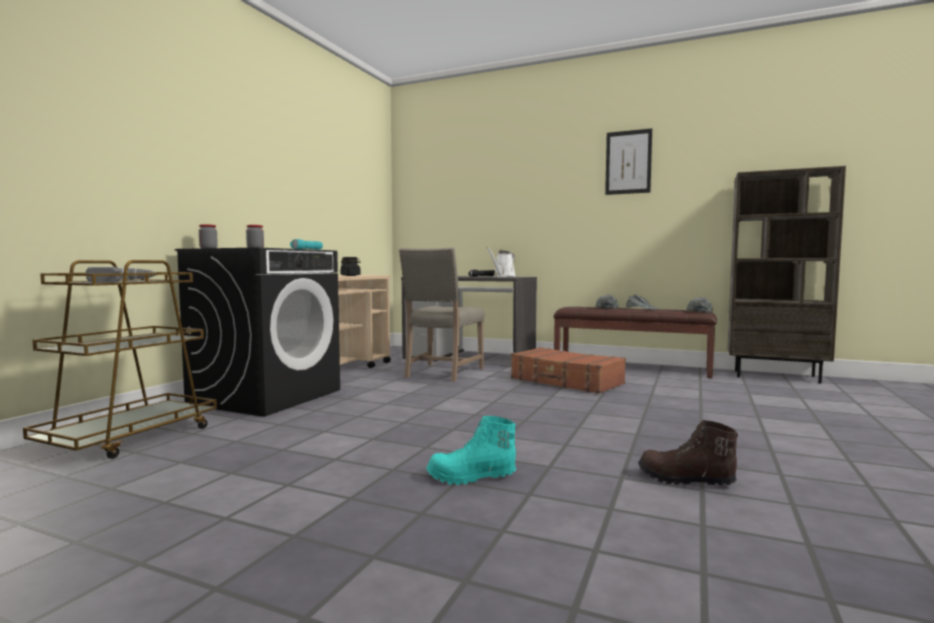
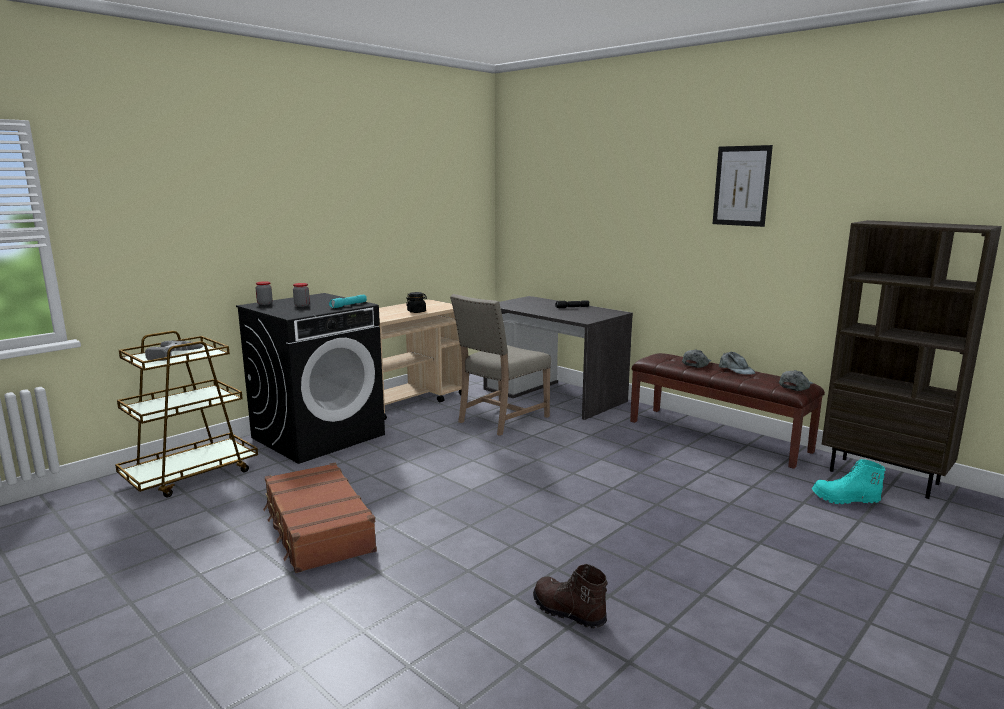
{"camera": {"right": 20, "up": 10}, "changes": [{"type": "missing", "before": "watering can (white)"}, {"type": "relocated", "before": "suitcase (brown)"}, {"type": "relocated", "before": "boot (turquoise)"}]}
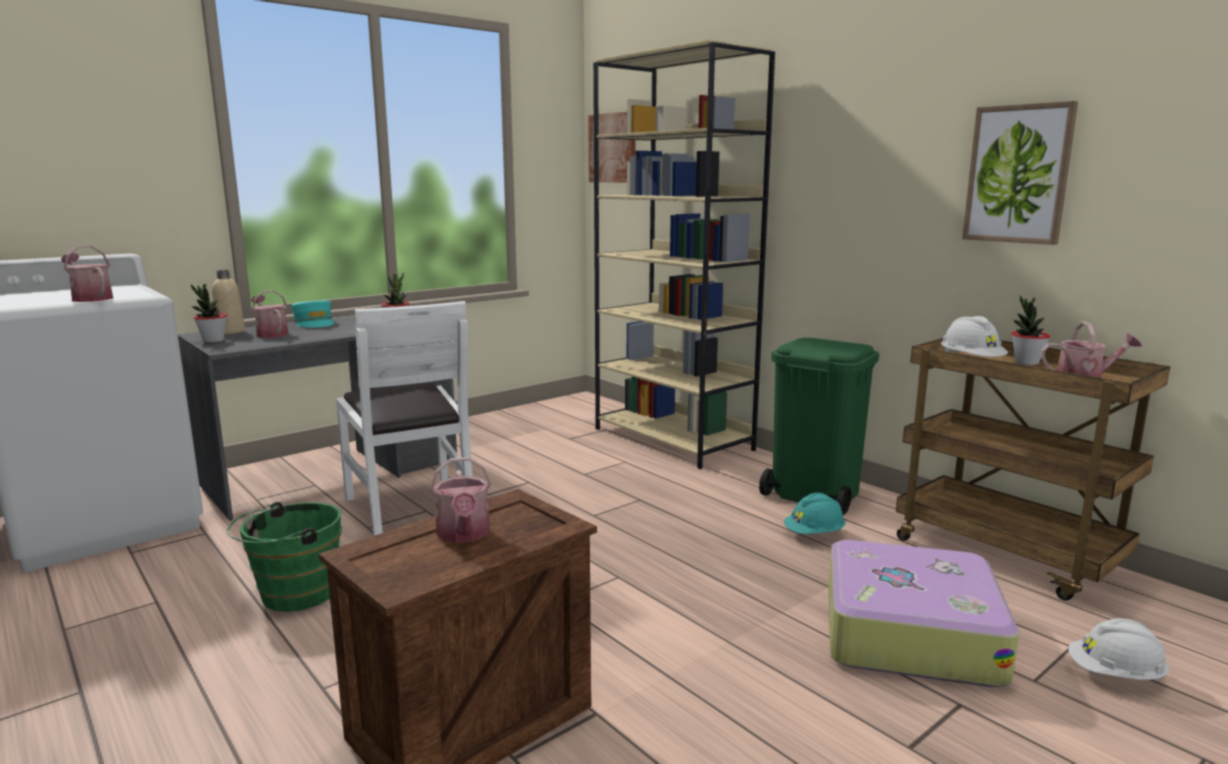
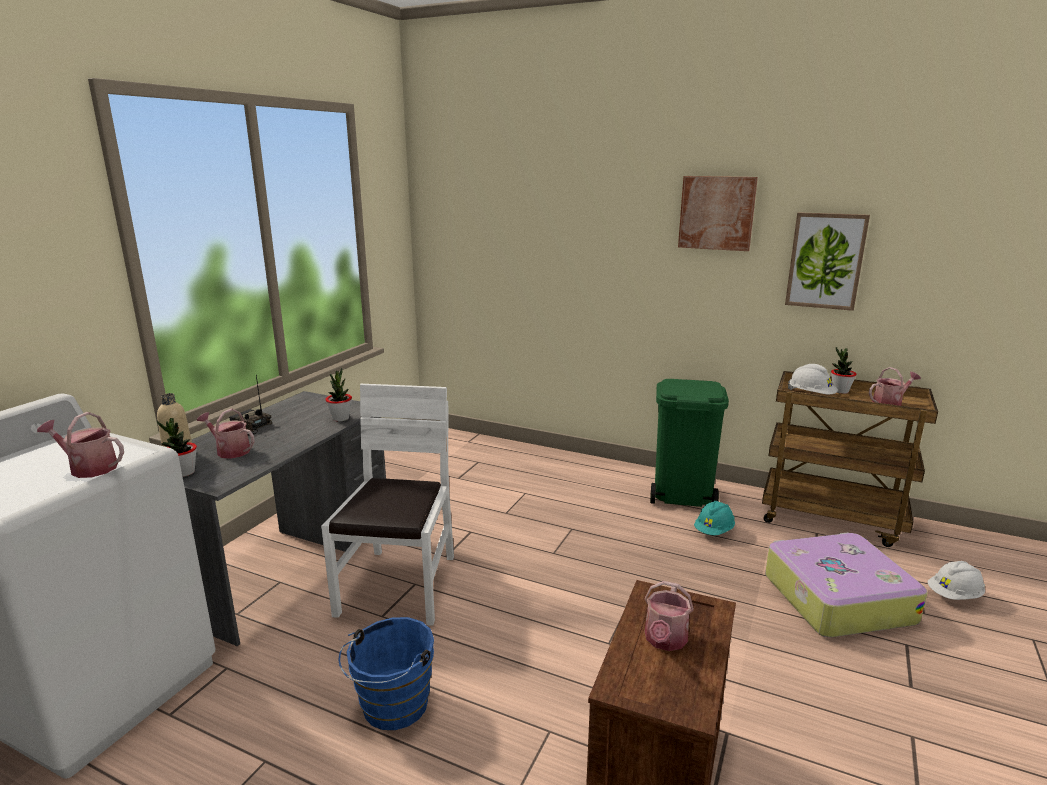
{"camera": {"right": -25, "up": 5}, "changes": [{"type": "missing", "before": "bookcase (beige)"}, {"type": "relocated", "before": "picture (no. 1 from left)"}, {"type": "exchanged", "before": "cap (turquoise)", "after": "radio"}, {"type": "spun", "before": "chair (white)", "turn": -120}, {"type": "spun", "before": "watering can (no. 3 from left)", "turn": 60}, {"type": "colour", "before": "bucket (green)", "after": "bucket (blue)"}]}
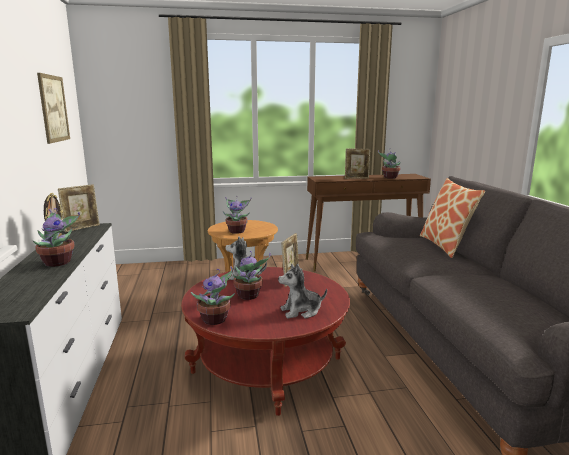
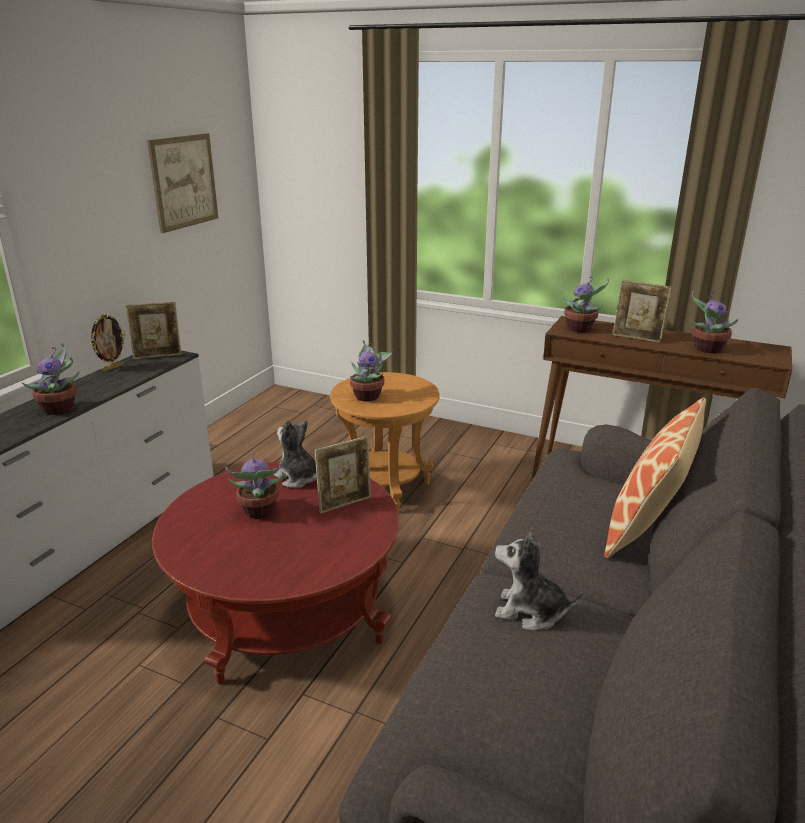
{"camera": {"right": 35, "up": 10}, "changes": [{"type": "relocated", "before": "plush toy (no. 2 from left)"}, {"type": "relocated", "before": "potted plant (no. 2 from left in the first image)", "after": "potted plant (no. 4 from left)"}]}
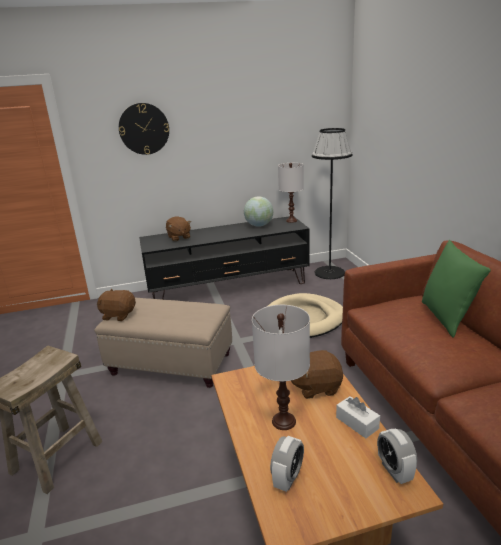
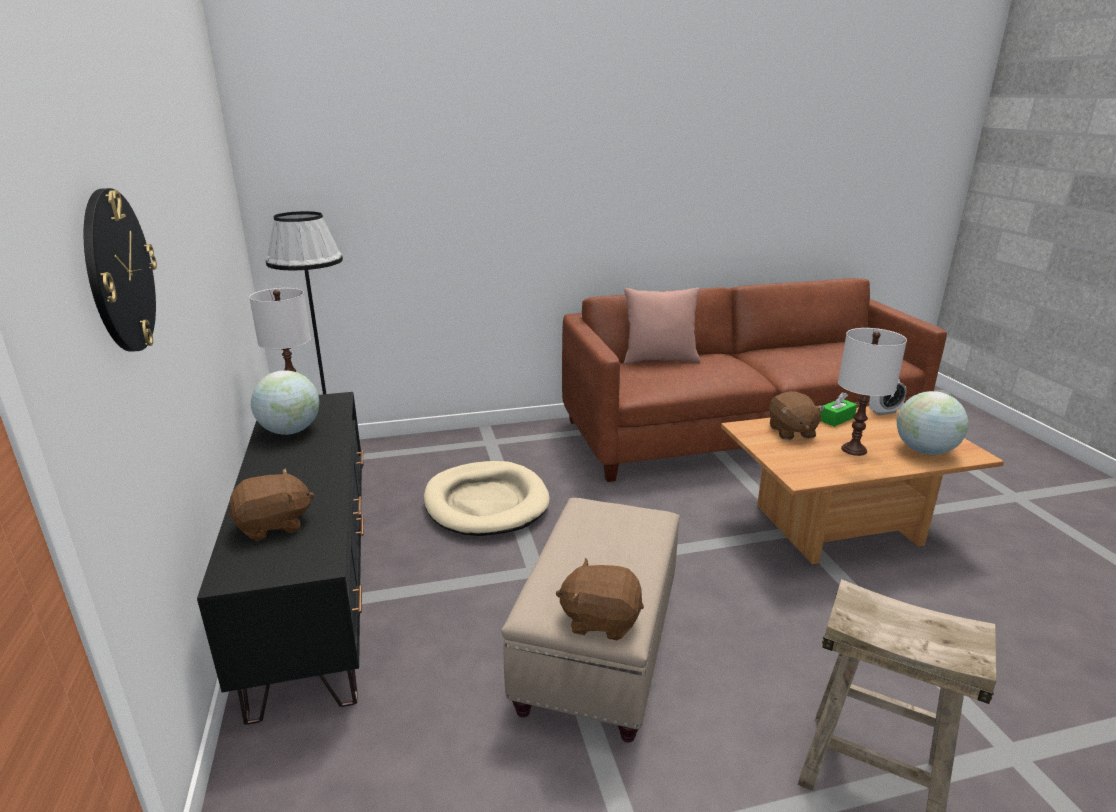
{"camera": {"right": -90, "up": 0}, "changes": [{"type": "colour", "before": "pillow (green)", "after": "pillow (pink)"}, {"type": "spun", "before": "plush toy (brown) (no. 1 from left in the first image)", "turn": 90}, {"type": "colour", "before": "tissue box (white)", "after": "tissue box (green)"}, {"type": "exchanged", "before": "alarm clock (no. 1 from left)", "after": "globe (no. 2 from left)"}]}
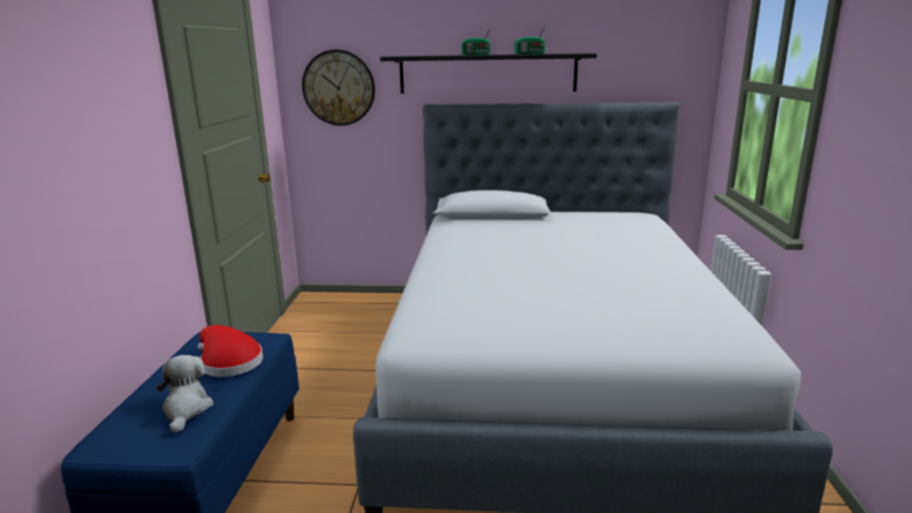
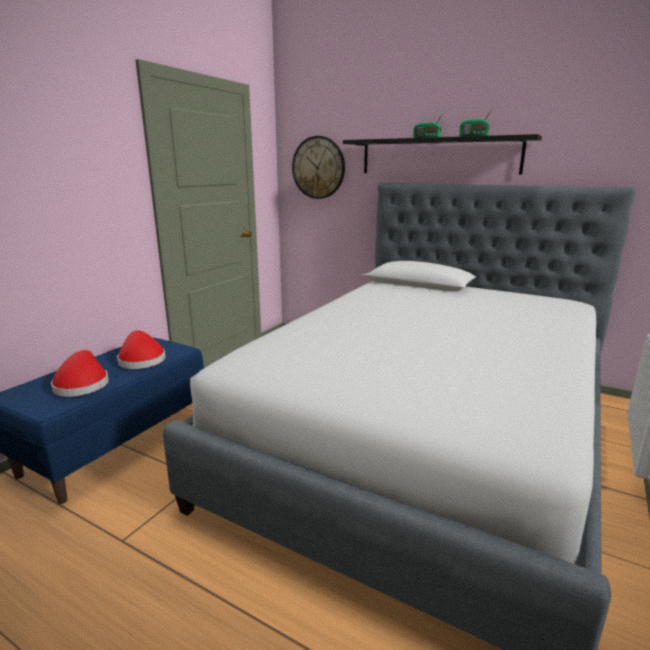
{"camera": {"right": 25, "up": 0}, "changes": [{"type": "exchanged", "before": "plush toy", "after": "hat (red) (no. 1 from left)"}]}
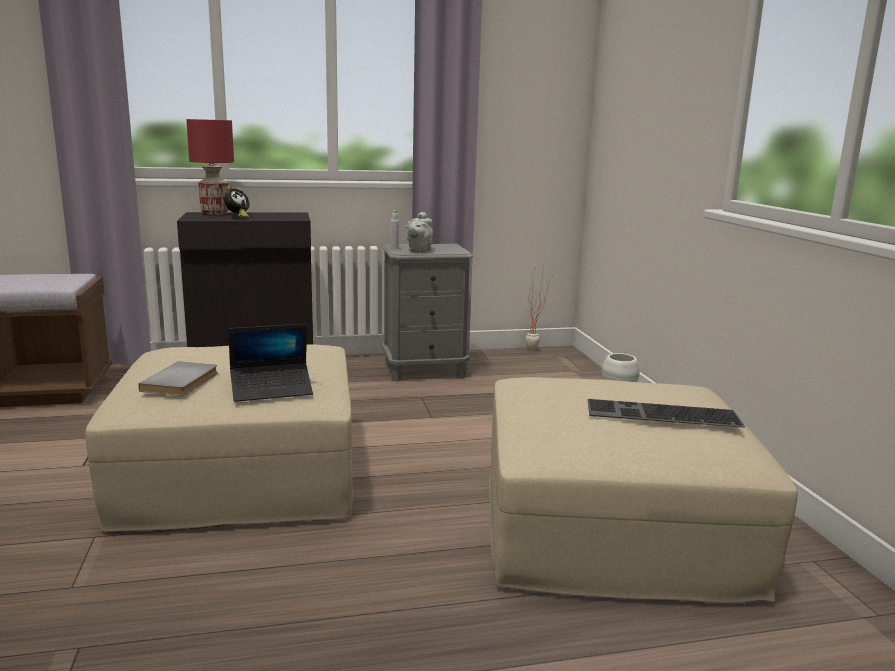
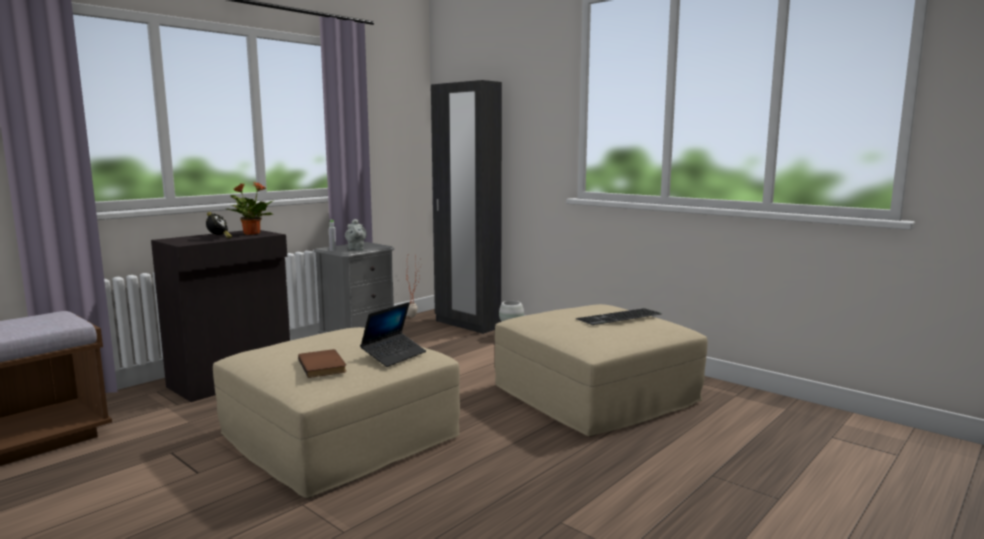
{"camera": {"right": -35, "up": -5}, "changes": [{"type": "missing", "before": "table lamp (red)"}, {"type": "colour", "before": "book (grey)", "after": "book (brown)"}, {"type": "appeared", "after": "wardrobe (black)"}, {"type": "appeared", "after": "potted plant (no. 1 from left)"}]}
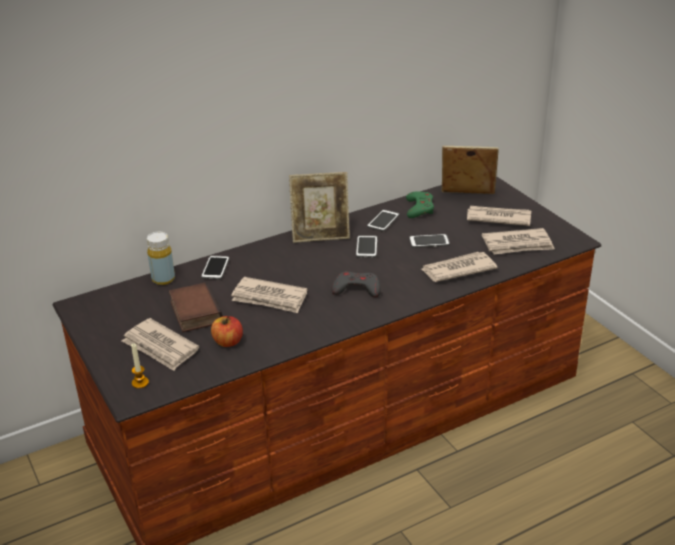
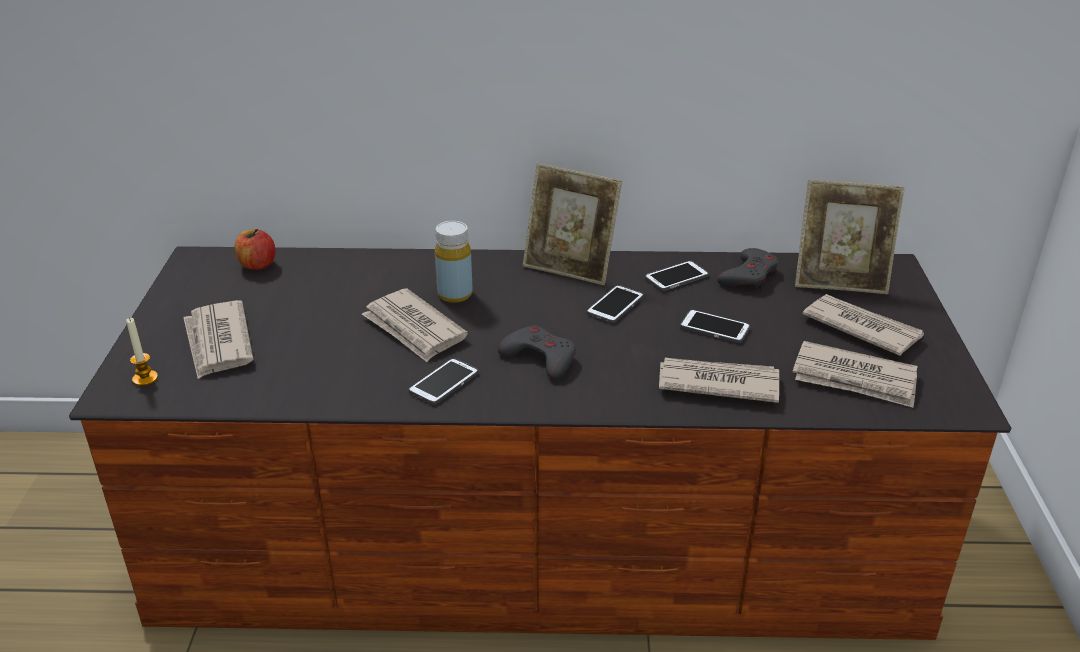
{"camera": {"right": 30, "up": 0}, "changes": [{"type": "spun", "before": "picture frame (no. 2 from left)", "turn": 150}, {"type": "colour", "before": "game controller (green)", "after": "game controller (grey) (no. 2 from left)"}, {"type": "relocated", "before": "bottle (yellow)"}, {"type": "relocated", "before": "phone (no. 1 from left)"}, {"type": "missing", "before": "book"}, {"type": "relocated", "before": "apple"}]}
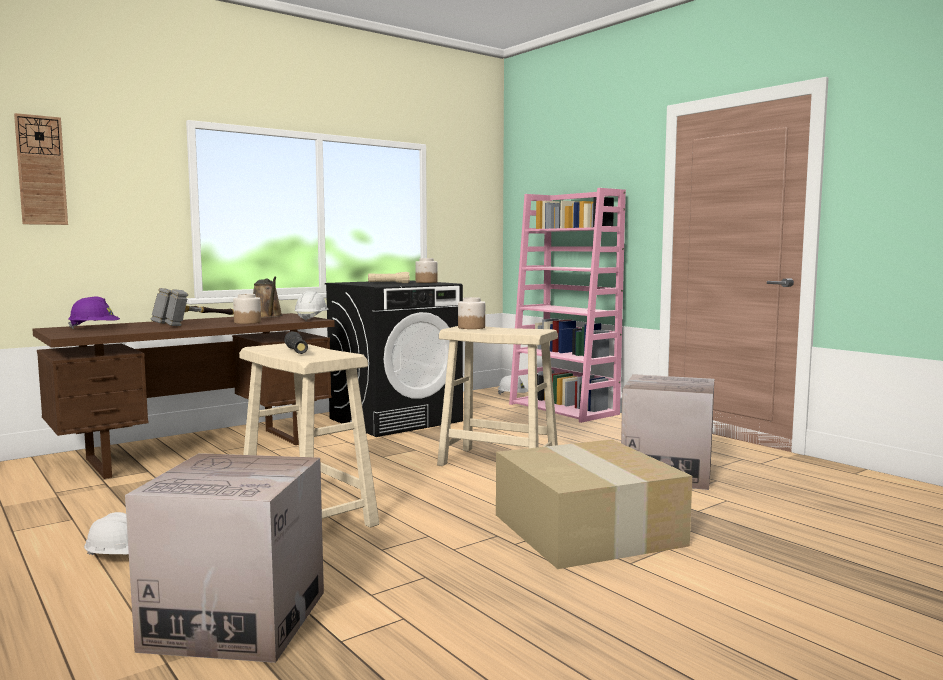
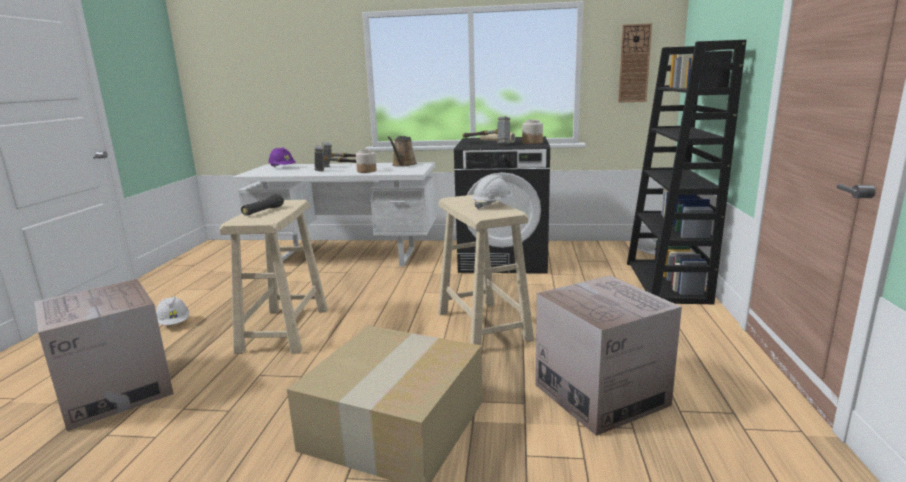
{"camera": {"right": 45, "up": 10}, "changes": [{"type": "relocated", "before": "wall clock"}, {"type": "colour", "before": "bookcase (pink)", "after": "bookcase (black)"}, {"type": "relocated", "before": "hard hat (white) (no. 2 from left)"}, {"type": "missing", "before": "jar (no. 3 from left)"}, {"type": "colour", "before": "desk (brown)", "after": "desk (white)"}, {"type": "appeared", "after": "hammer (no. 3 from left)"}]}
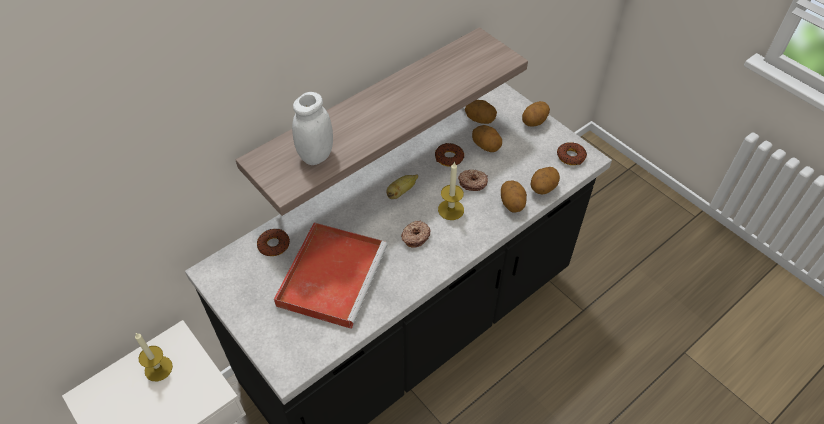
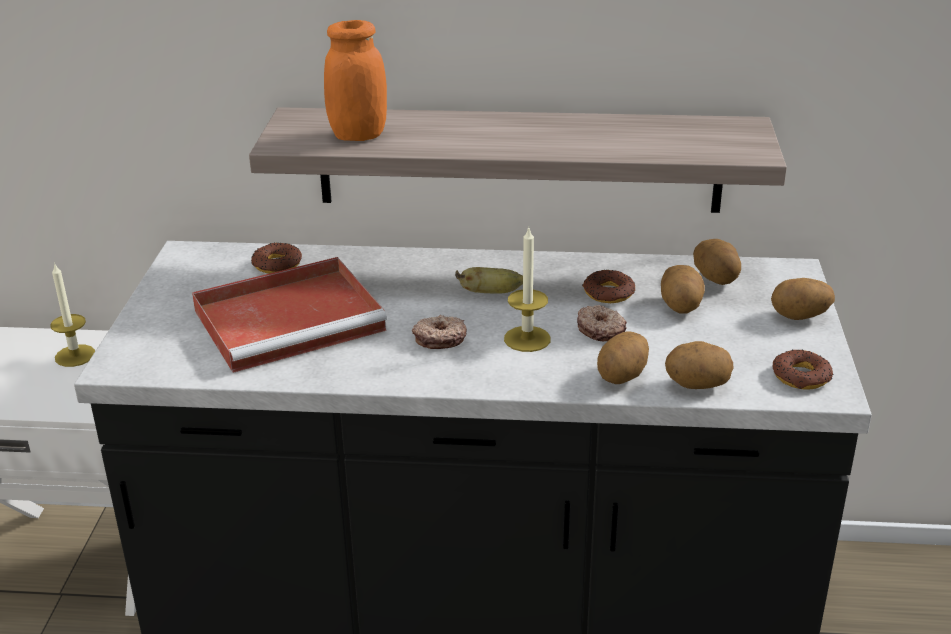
{"camera": {"right": 45, "up": -20}, "changes": [{"type": "colour", "before": "jar (white)", "after": "jar (orange)"}]}
